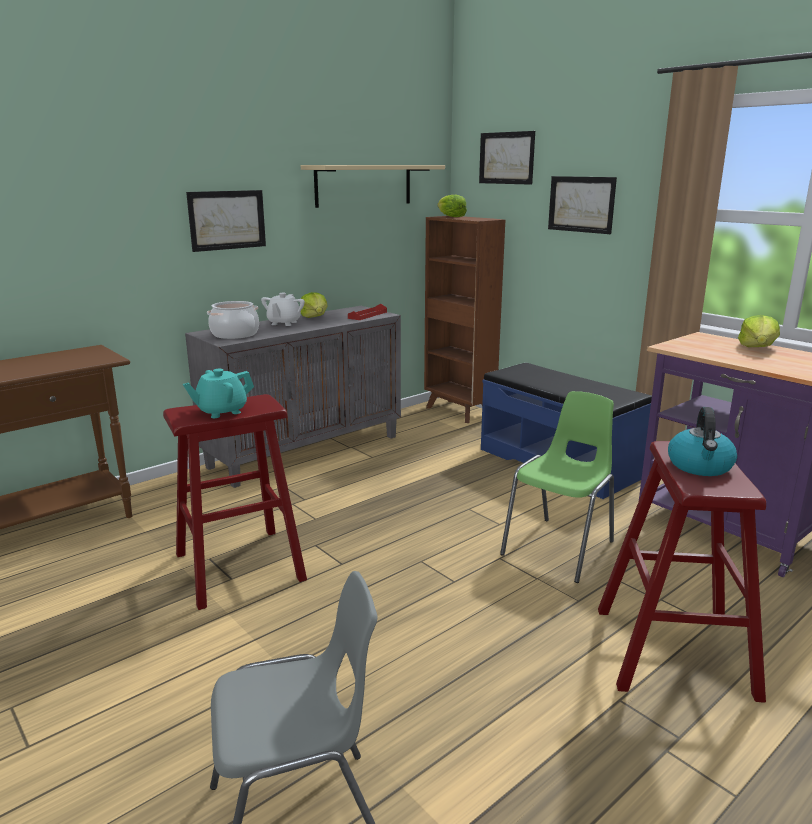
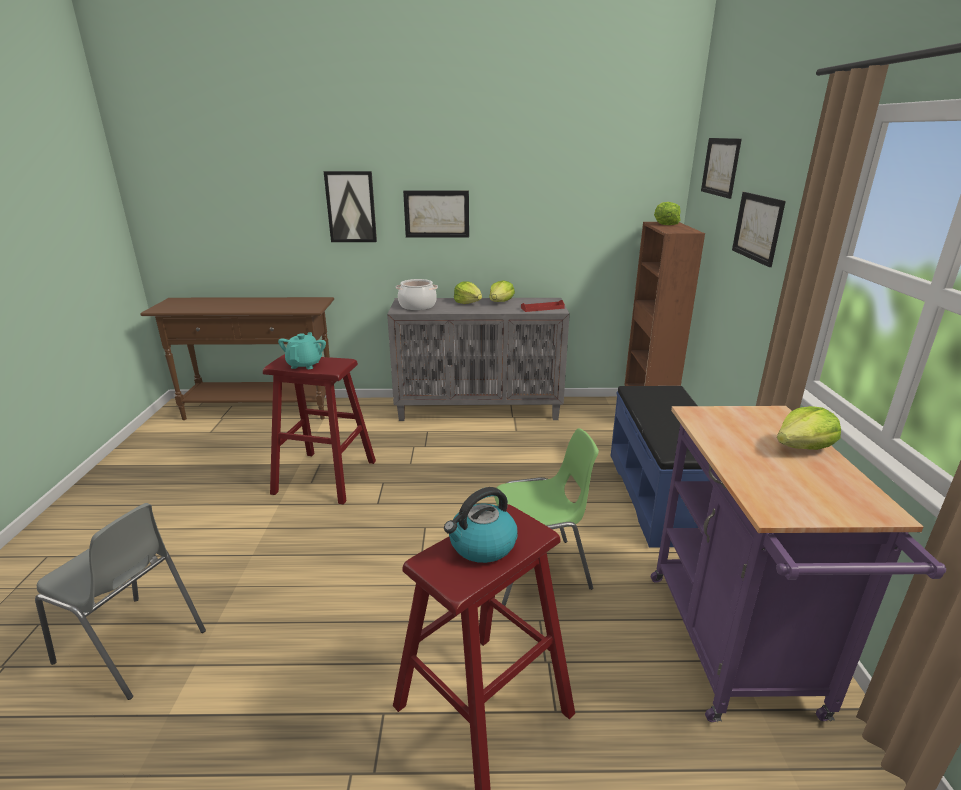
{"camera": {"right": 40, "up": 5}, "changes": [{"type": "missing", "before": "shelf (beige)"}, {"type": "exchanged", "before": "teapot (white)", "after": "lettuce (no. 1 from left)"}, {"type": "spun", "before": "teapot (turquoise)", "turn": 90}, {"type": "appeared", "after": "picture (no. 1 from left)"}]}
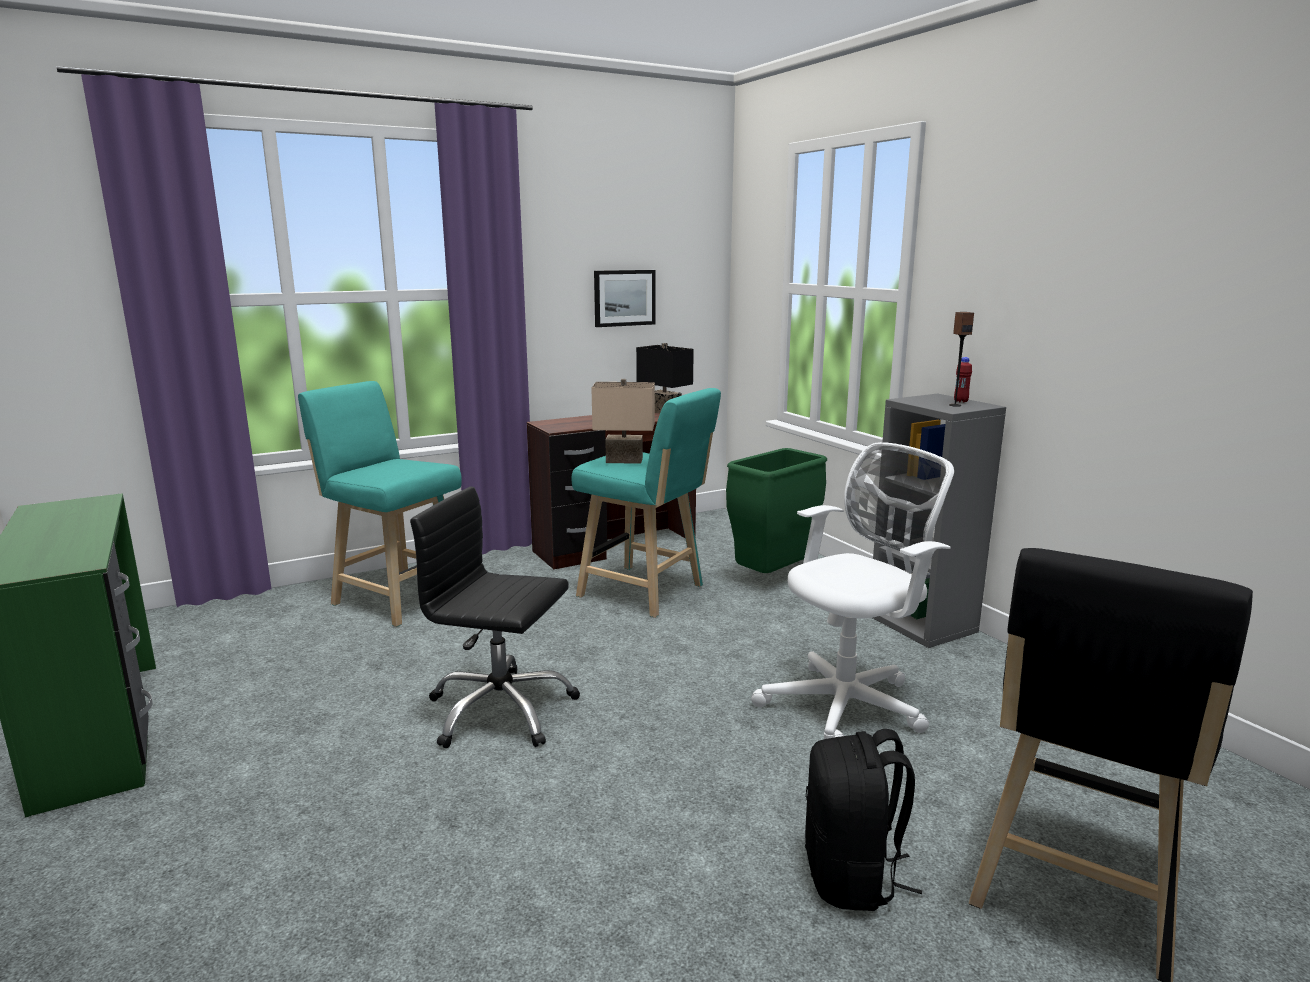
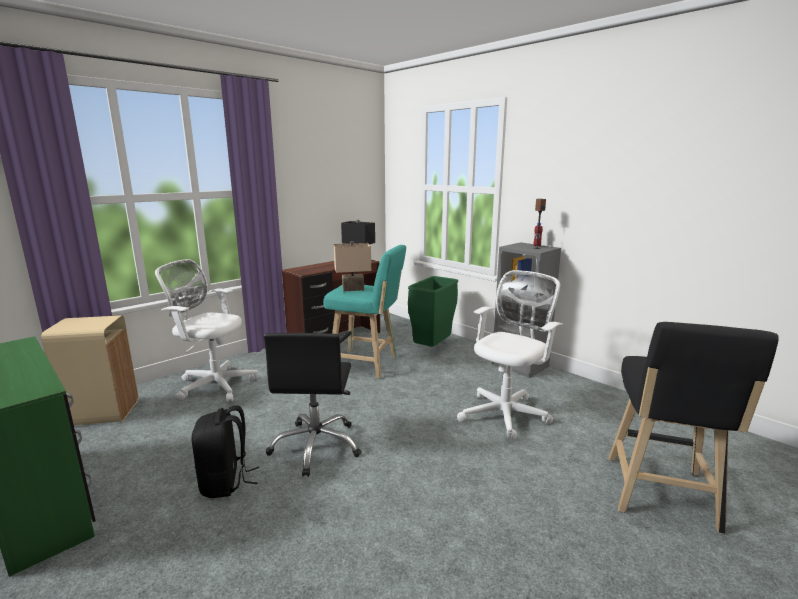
{"camera": {"right": -15, "up": 0}, "changes": [{"type": "missing", "before": "picture"}, {"type": "exchanged", "before": "stool (turquoise) (no. 1 from left)", "after": "office chair (white) (no. 1 from left)"}, {"type": "spun", "before": "office chair (black)", "turn": -90}, {"type": "relocated", "before": "backpack (black)"}, {"type": "appeared", "after": "trash can (beige)"}]}
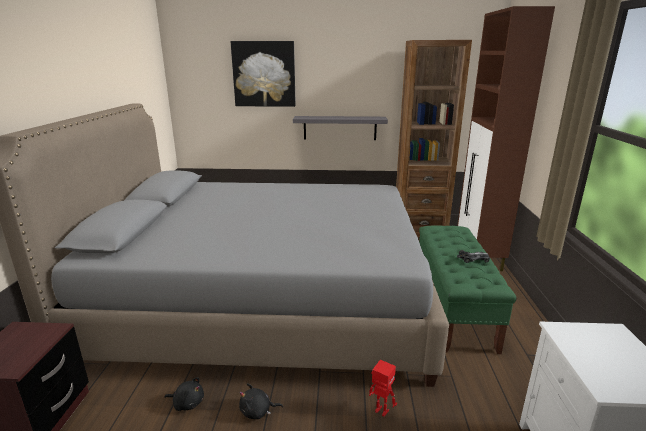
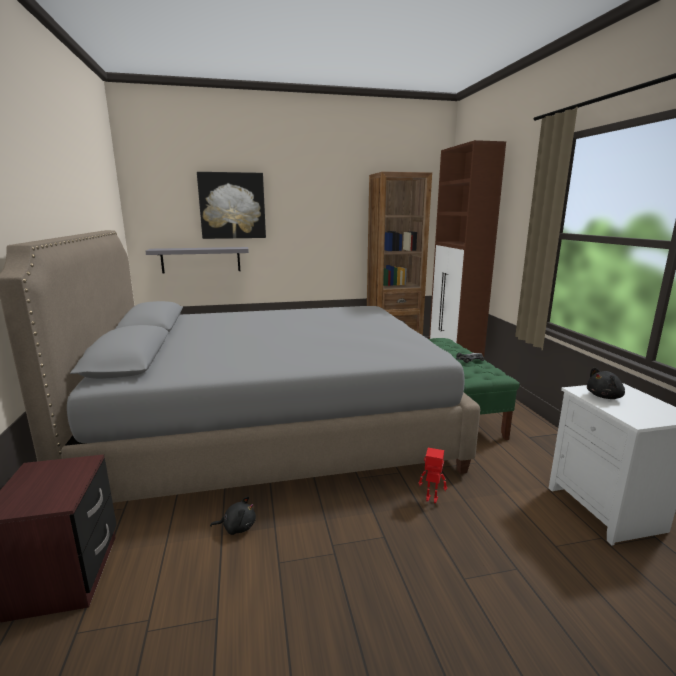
{"camera": {"right": -15, "up": -5}, "changes": [{"type": "relocated", "before": "shelf (grey)"}, {"type": "relocated", "before": "plush toy (black) (no. 2 from left)"}]}
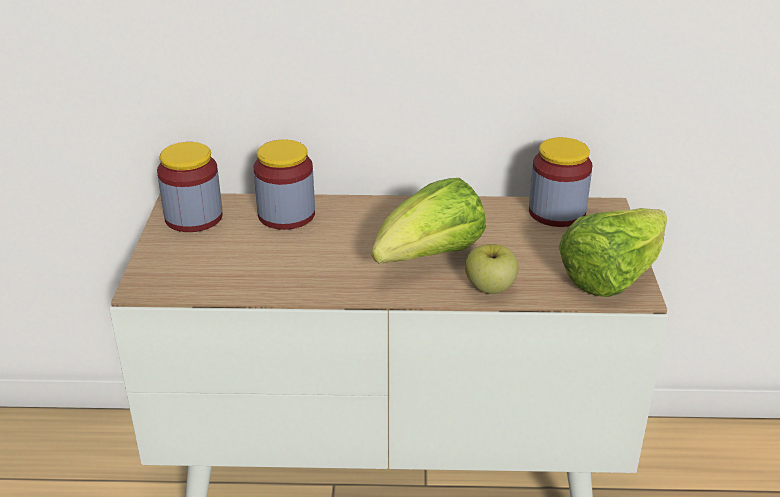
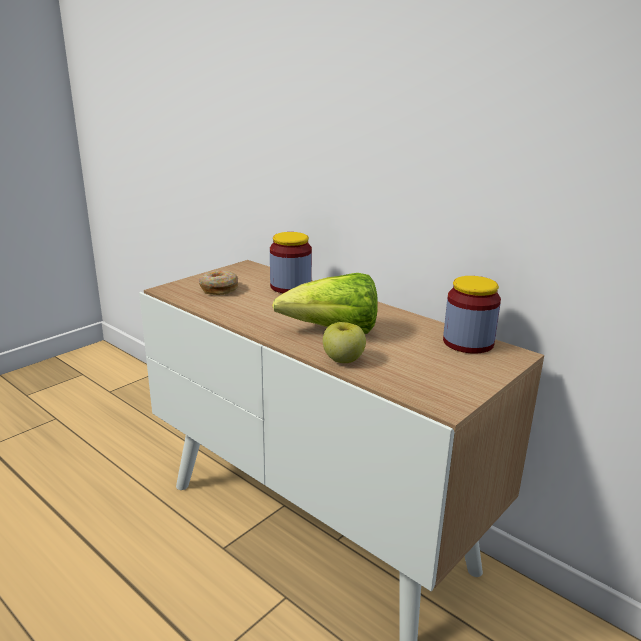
{"camera": {"right": 40, "up": -10}, "changes": [{"type": "missing", "before": "jar (no. 1 from left)"}, {"type": "missing", "before": "lettuce (no. 2 from left)"}, {"type": "appeared", "after": "donut"}]}
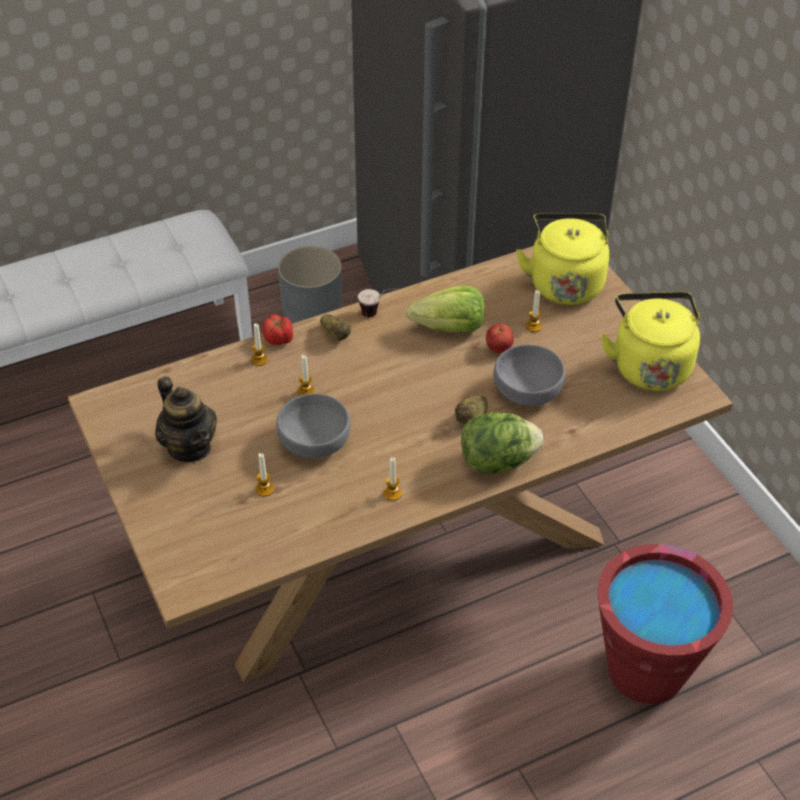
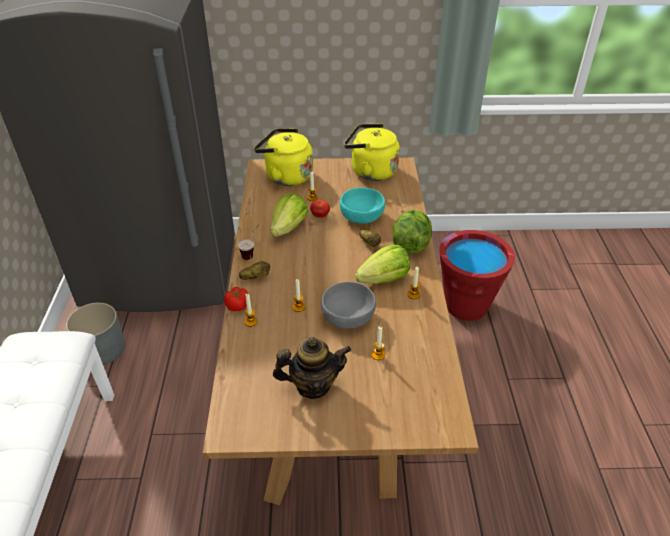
{"camera": {"right": -65, "up": -5}, "changes": [{"type": "colour", "before": "bowl (grey) (no. 2 from left)", "after": "bowl (turquoise)"}, {"type": "appeared", "after": "lettuce (no. 2 from left)"}]}
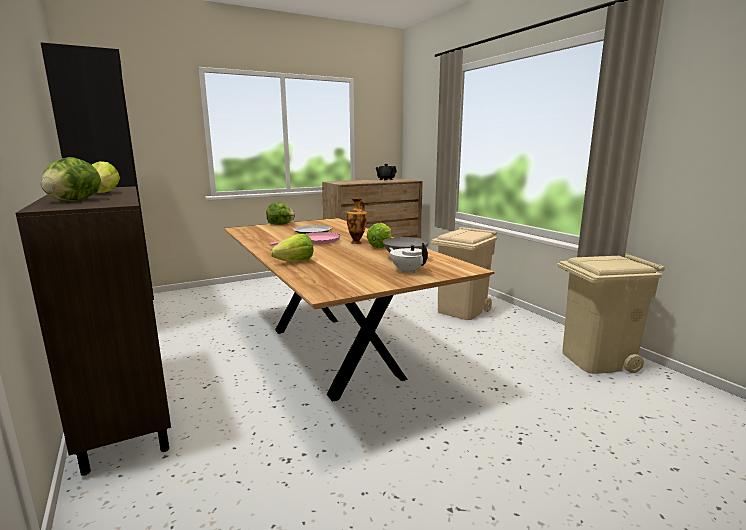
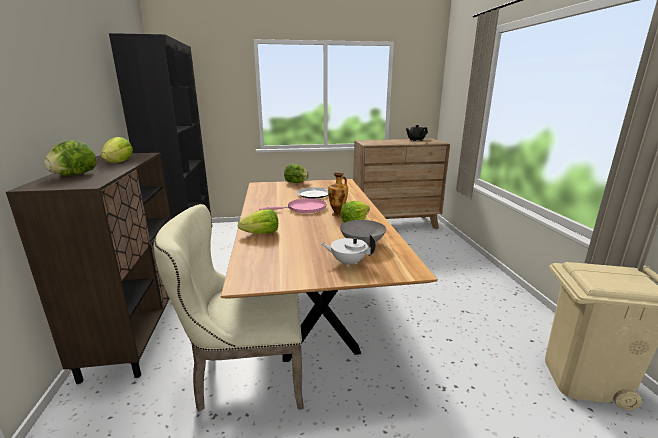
{"camera": {"right": 20, "up": 5}, "changes": [{"type": "missing", "before": "trash can (beige) (no. 1 from left)"}, {"type": "spun", "before": "teapot (white)", "turn": -60}, {"type": "appeared", "after": "chair (beige)"}]}
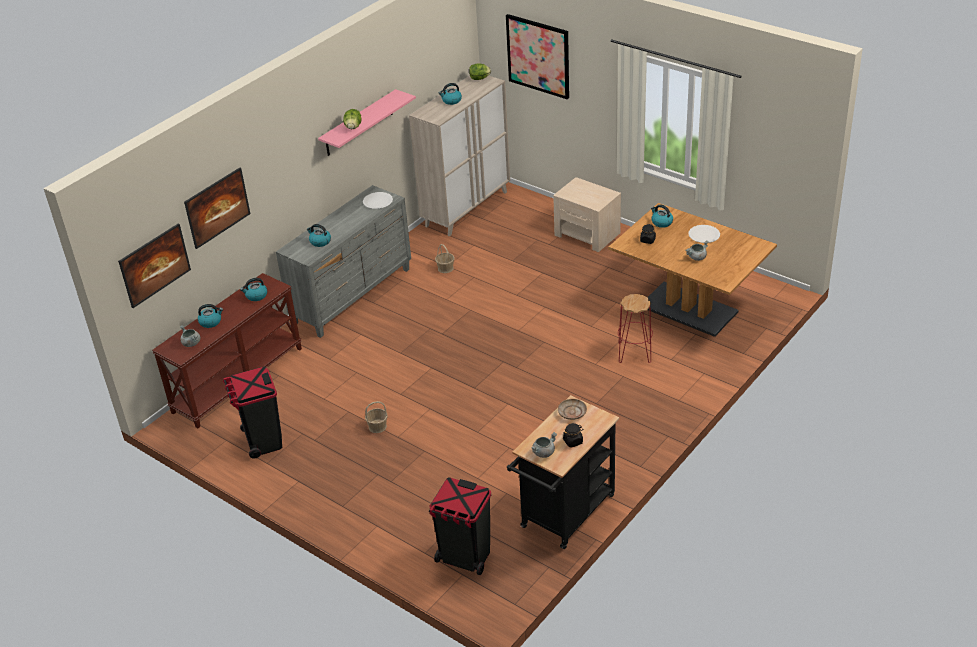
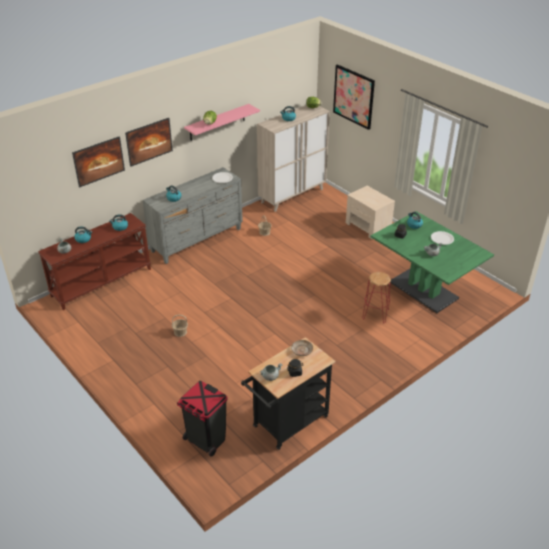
{"camera": {"right": 10, "up": 0}, "changes": [{"type": "colour", "before": "dining table (brown)", "after": "dining table (green)"}, {"type": "relocated", "before": "picture (no. 1 from left in the first image)", "after": "picture (no. 2 from left)"}, {"type": "missing", "before": "trash can (black) (no. 1 from left)"}]}
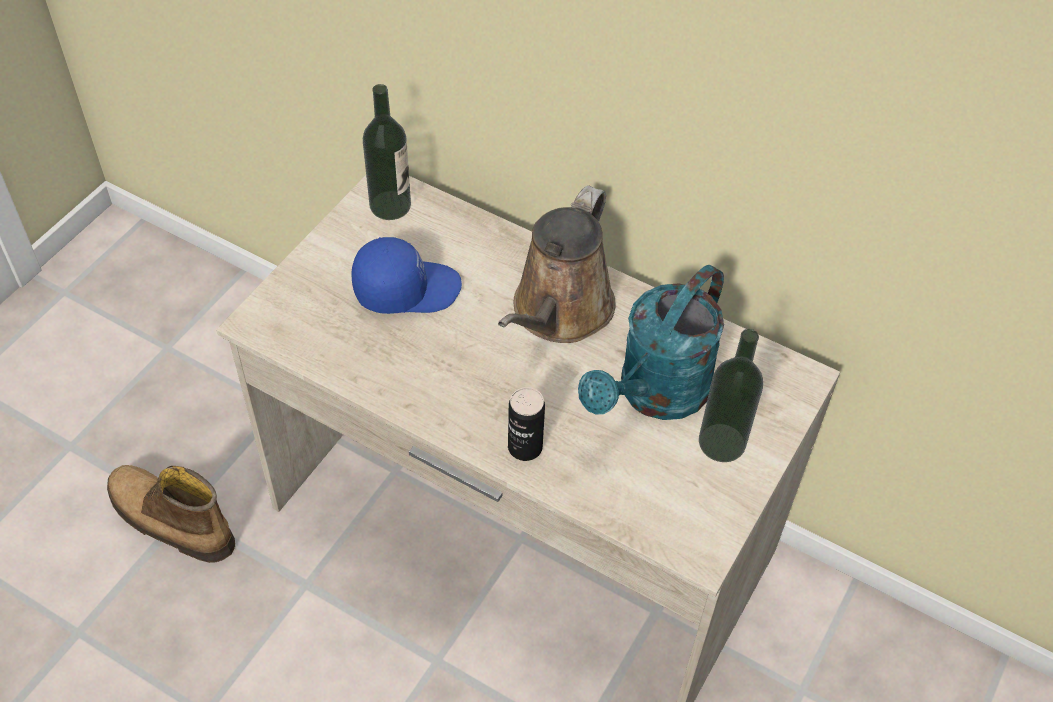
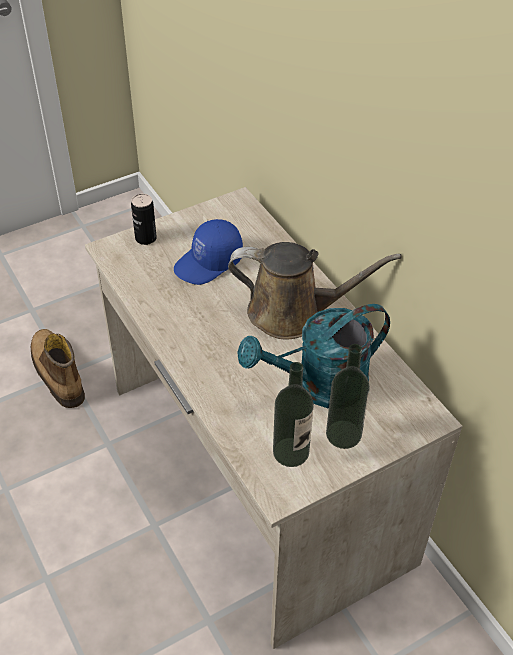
{"camera": {"right": 30, "up": -5}, "changes": [{"type": "relocated", "before": "bottle (no. 1 from left)"}, {"type": "spun", "before": "watering can (brown)", "turn": -135}, {"type": "spun", "before": "cap (blue)", "turn": 120}, {"type": "relocated", "before": "can"}]}
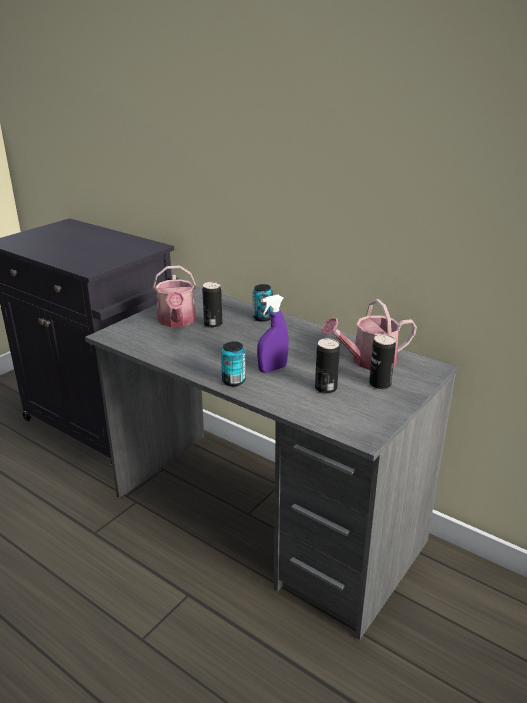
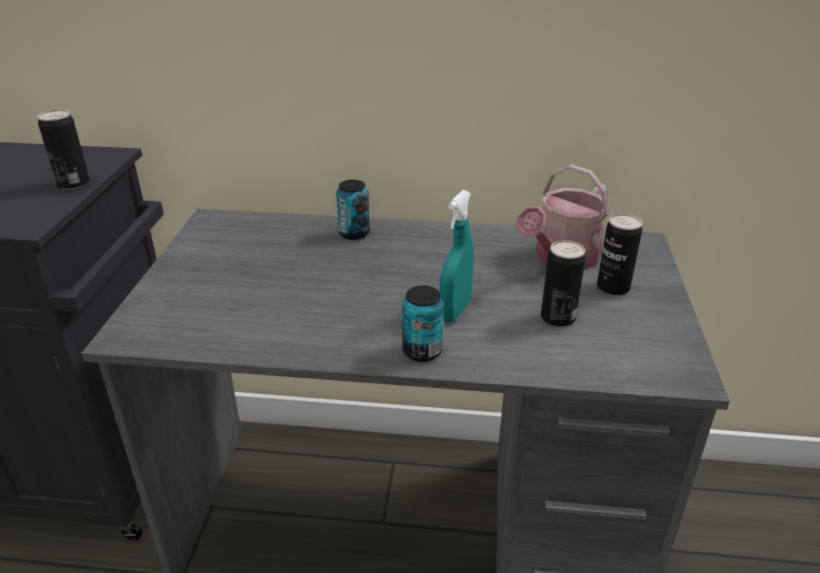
{"camera": {"right": -30, "up": 5}, "changes": [{"type": "missing", "before": "watering can (no. 1 from left)"}, {"type": "relocated", "before": "can (no. 1 from left)"}, {"type": "colour", "before": "spray bottle (purple)", "after": "spray bottle (turquoise)"}]}
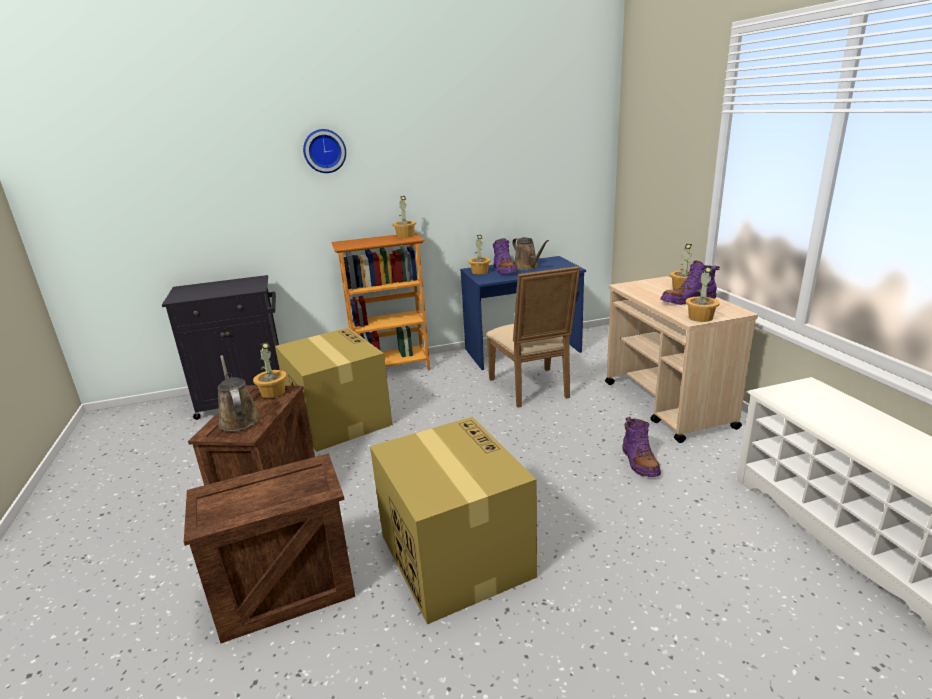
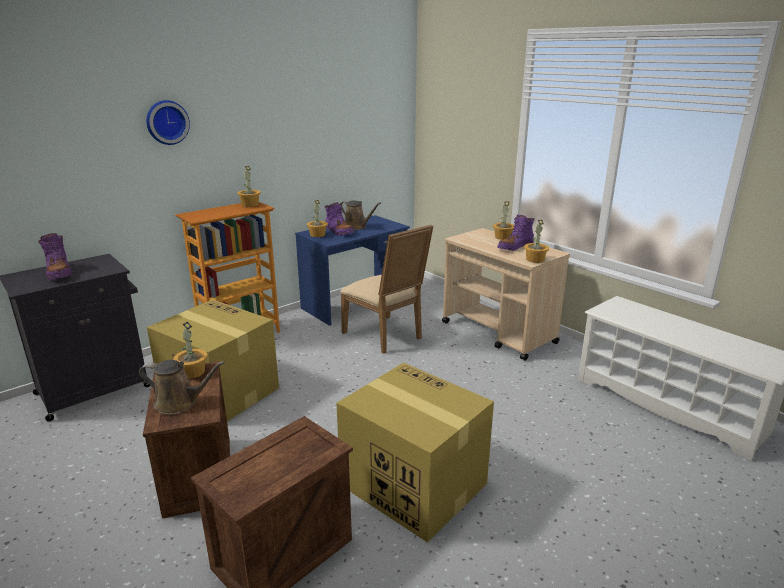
{"camera": {"right": -25, "up": 0}, "changes": [{"type": "spun", "before": "watering can (brown) (no. 1 from left)", "turn": 150}, {"type": "relocated", "before": "boot (purple) (no. 2 from left in the first image)", "after": "boot (purple) (no. 1 from left)"}]}
